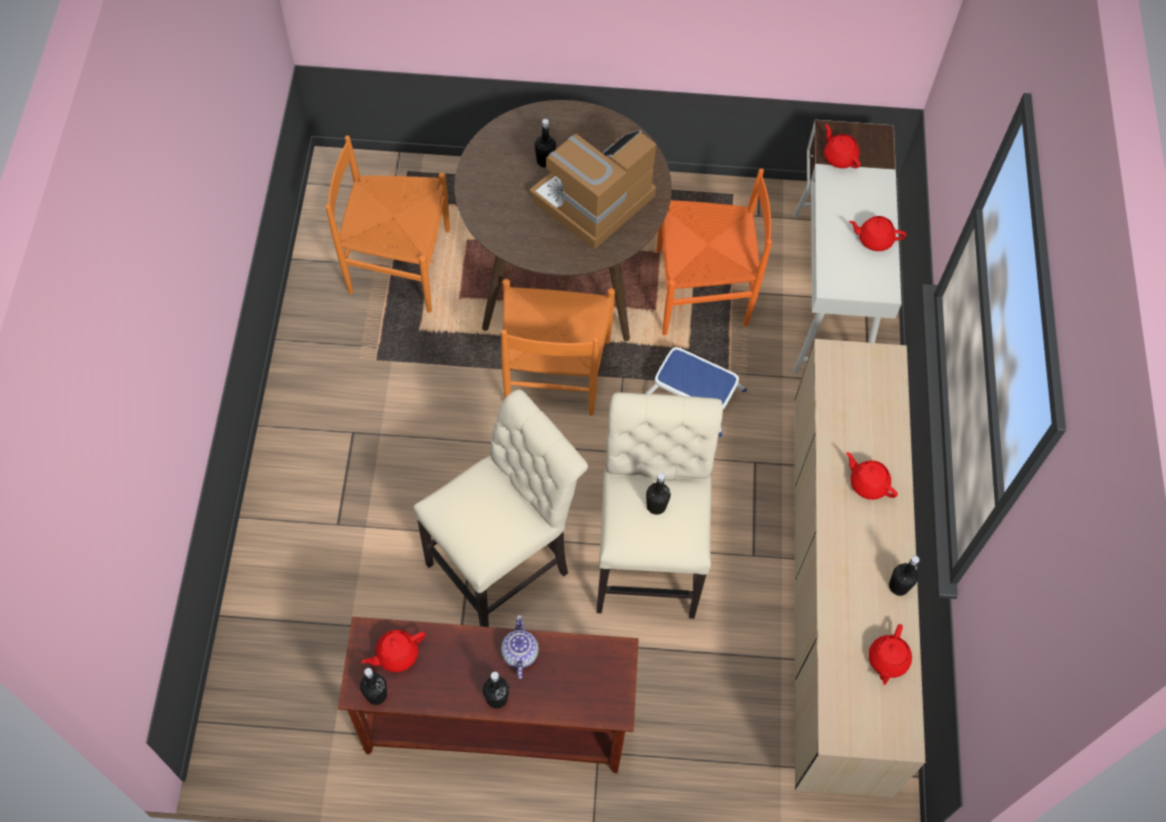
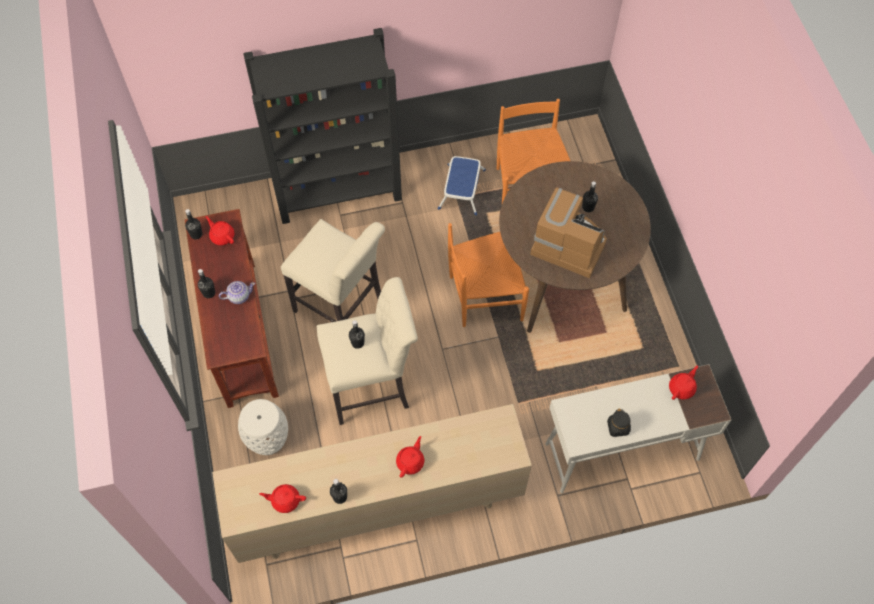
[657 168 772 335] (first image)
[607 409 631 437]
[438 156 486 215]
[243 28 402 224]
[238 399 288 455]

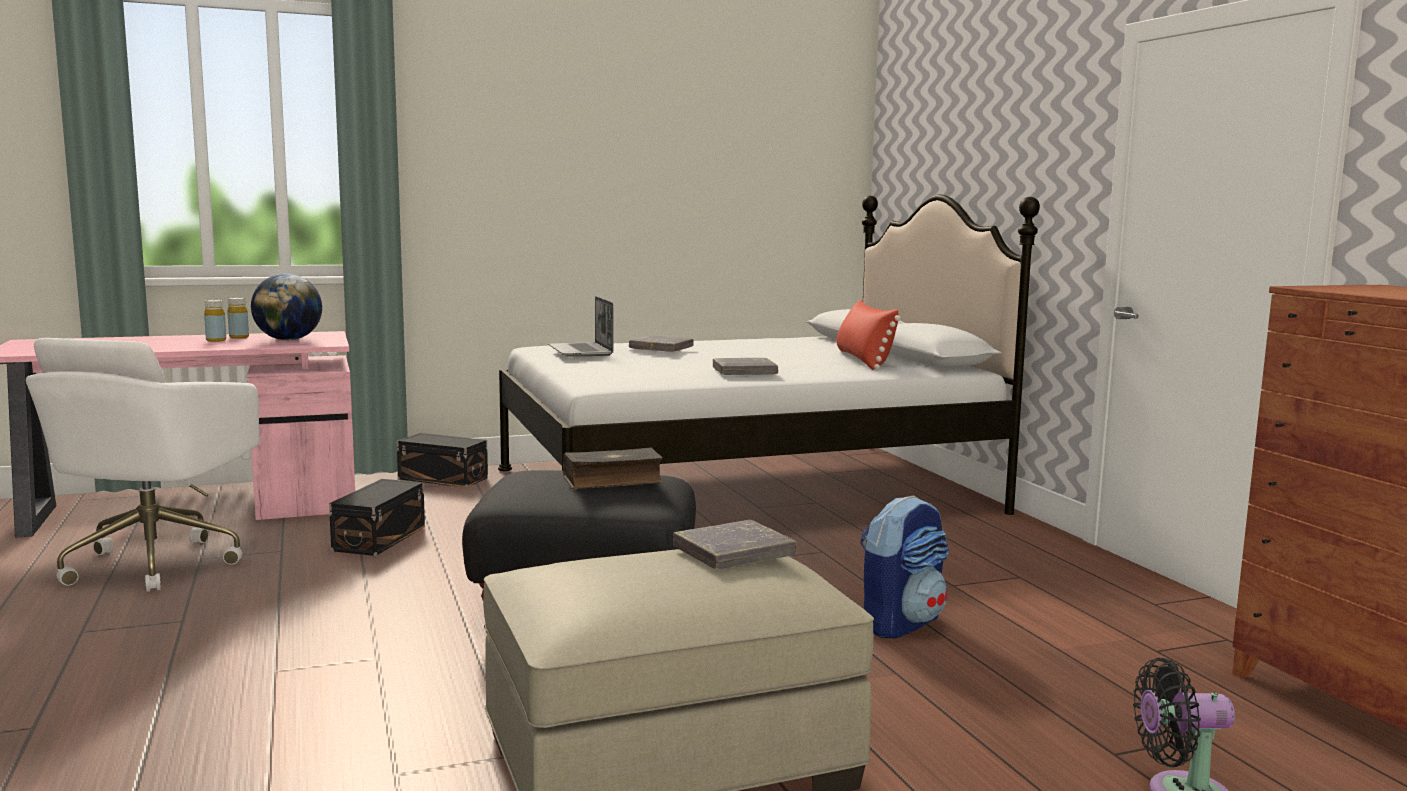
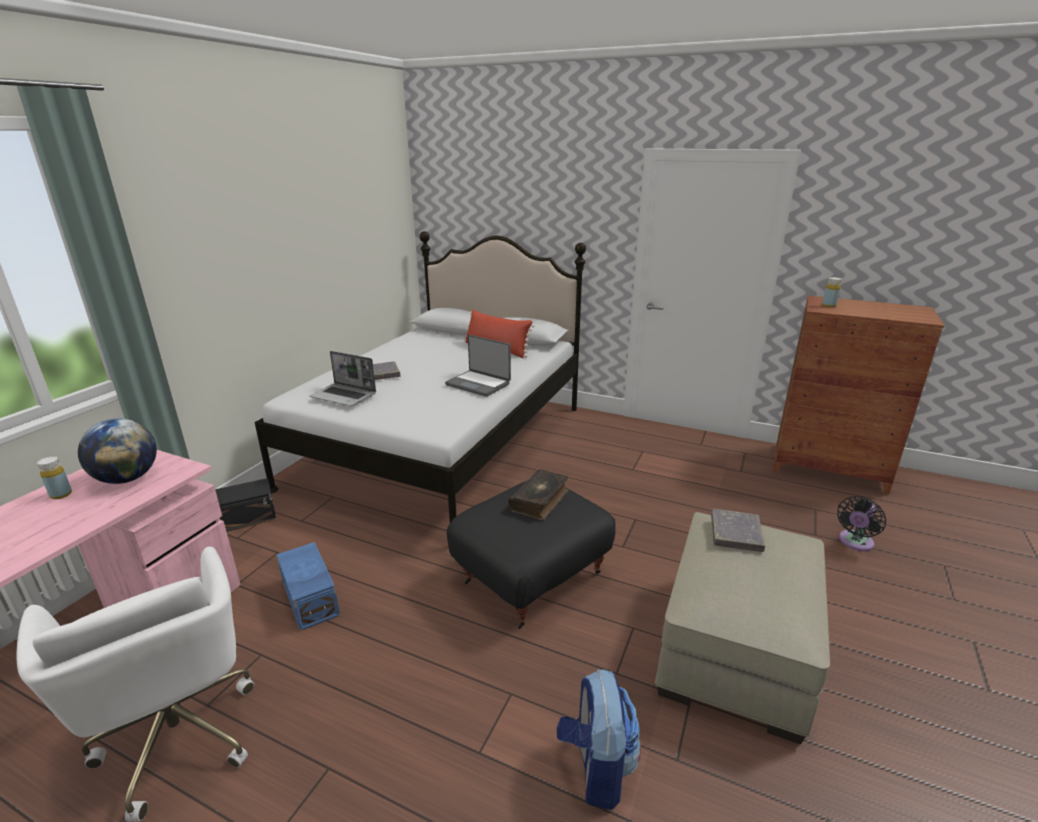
[822 277 842 307]
[445 335 511 397]
[277 542 340 631]
[557 669 641 810]

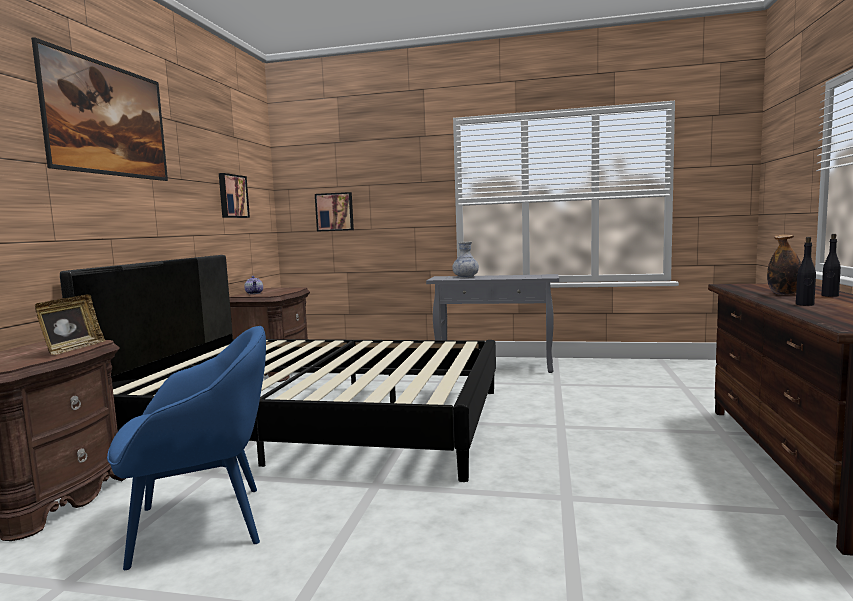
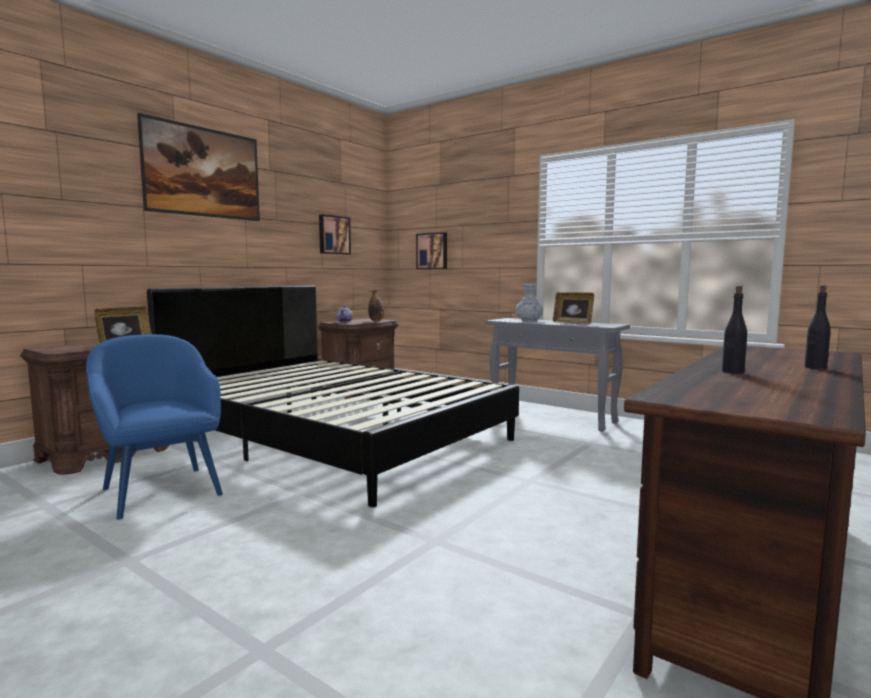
[368 290 384 321]
[86 334 223 520]
[553 292 594 325]

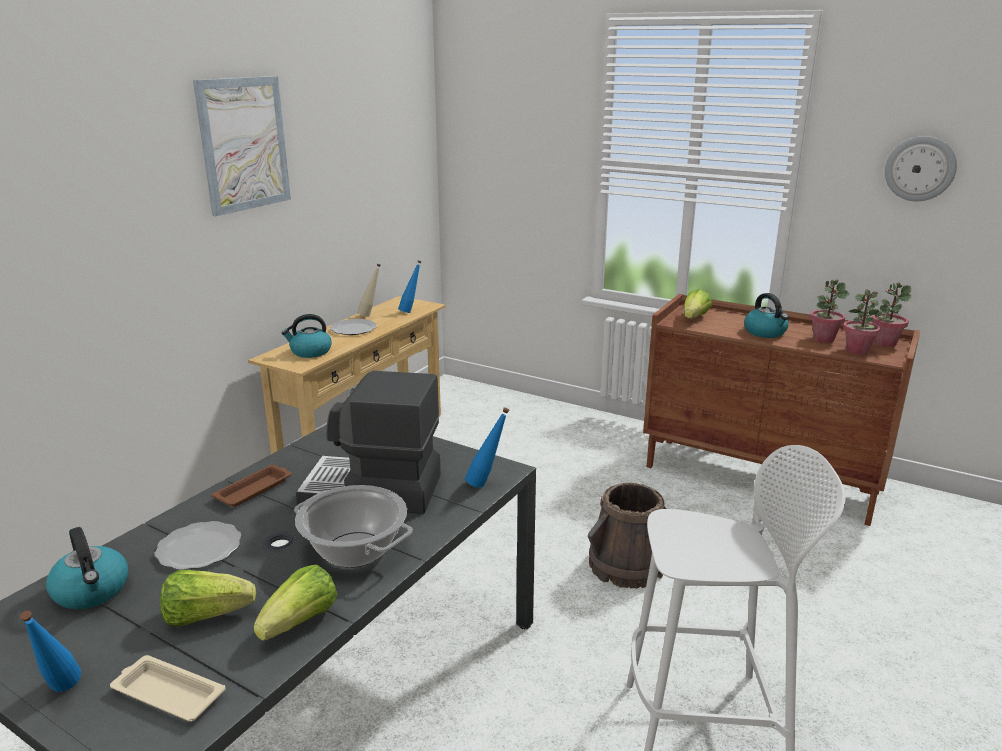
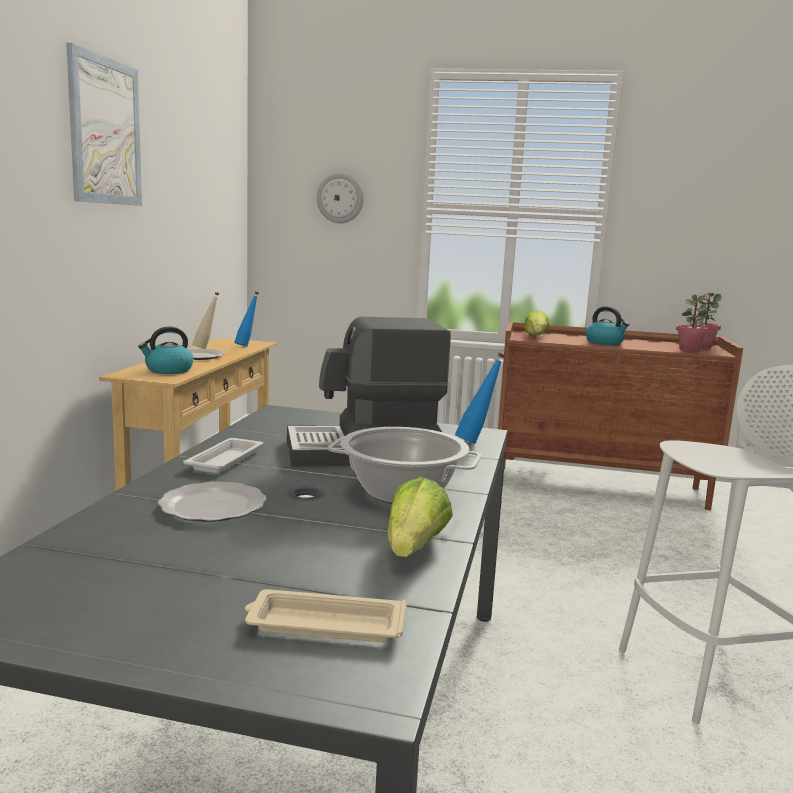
[317 173 364 223]
[810 279 849 343] (first image)
[183 438 263 473]
[588 482 666 589] (first image)
[46 527 128 609] (first image)
[160 570 256 626] (first image)
[20 611 81 692] (first image)

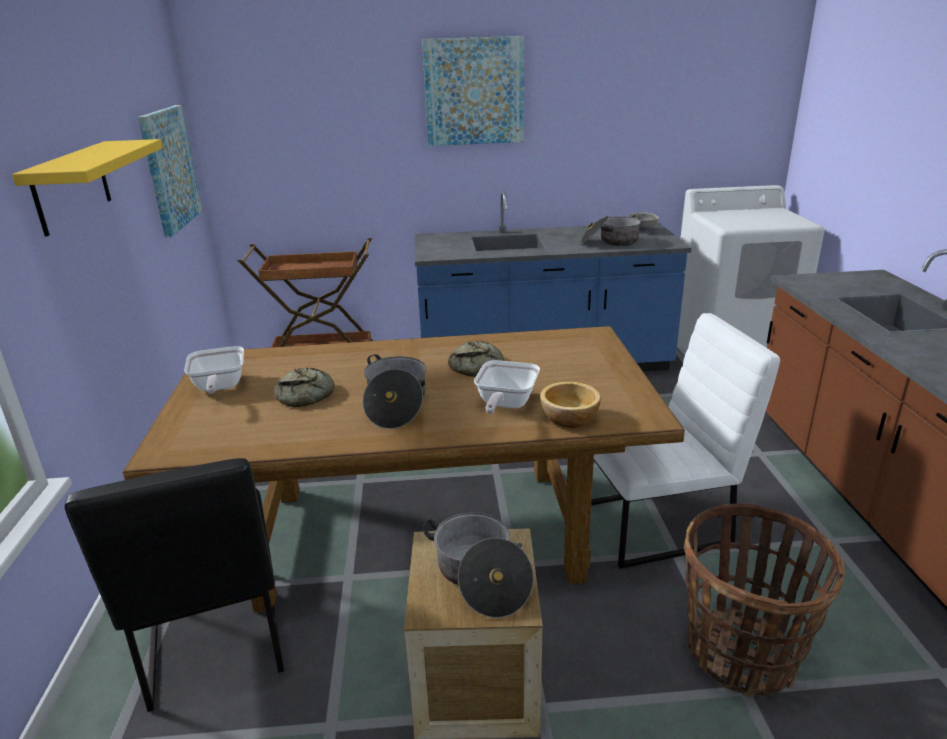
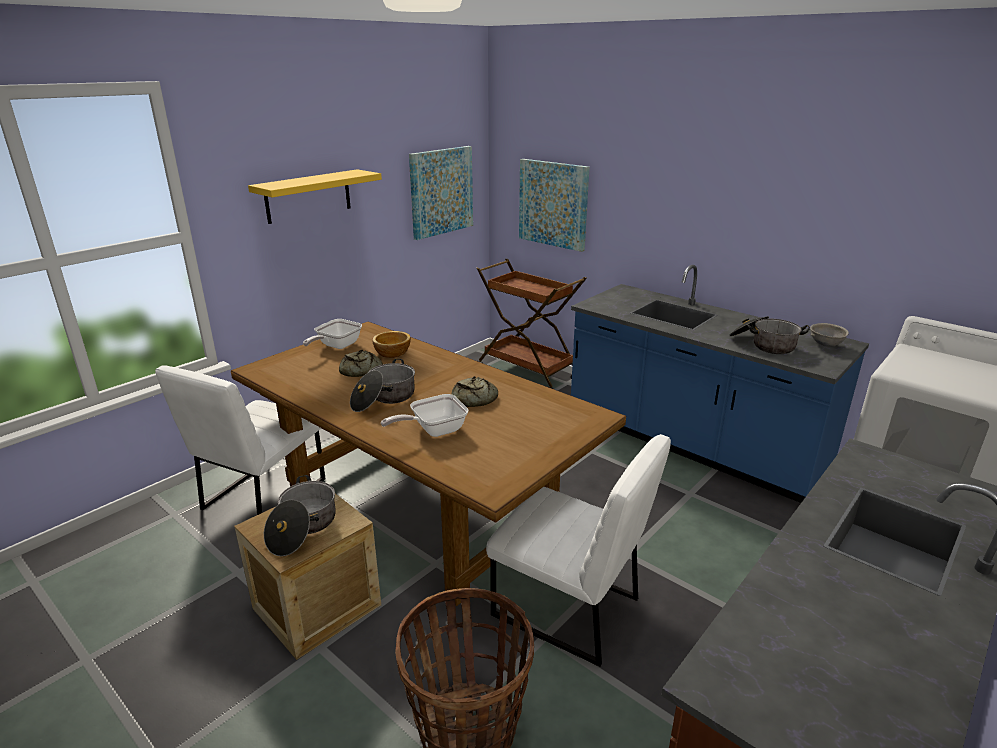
[519 159 590 252]
[372 331 411 358]
[155 365 326 515]

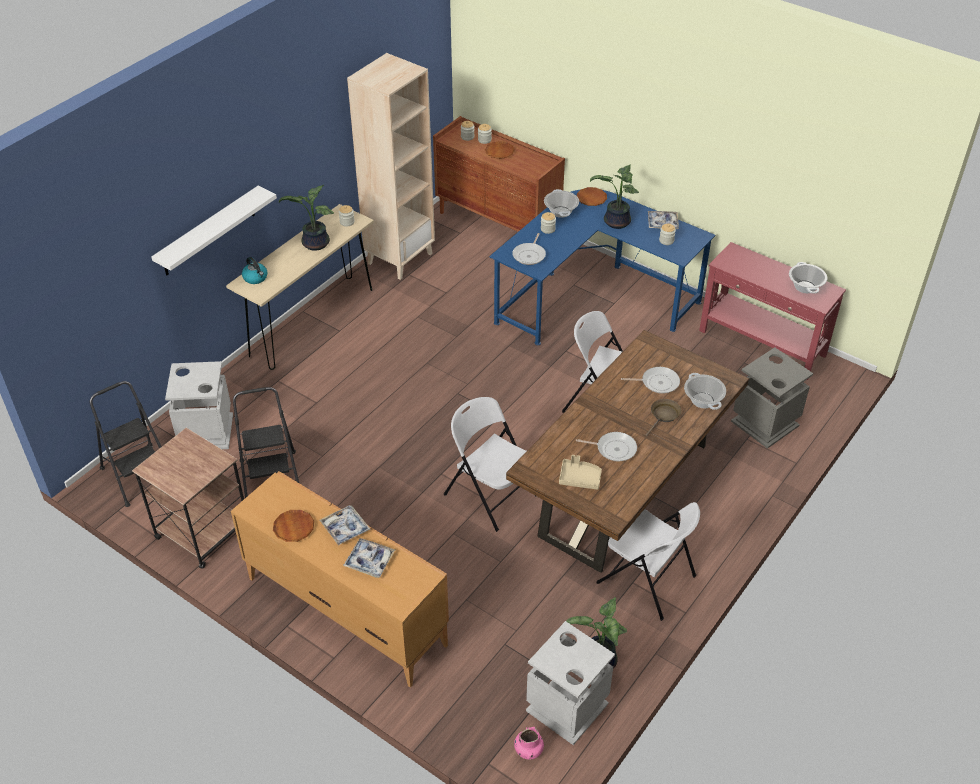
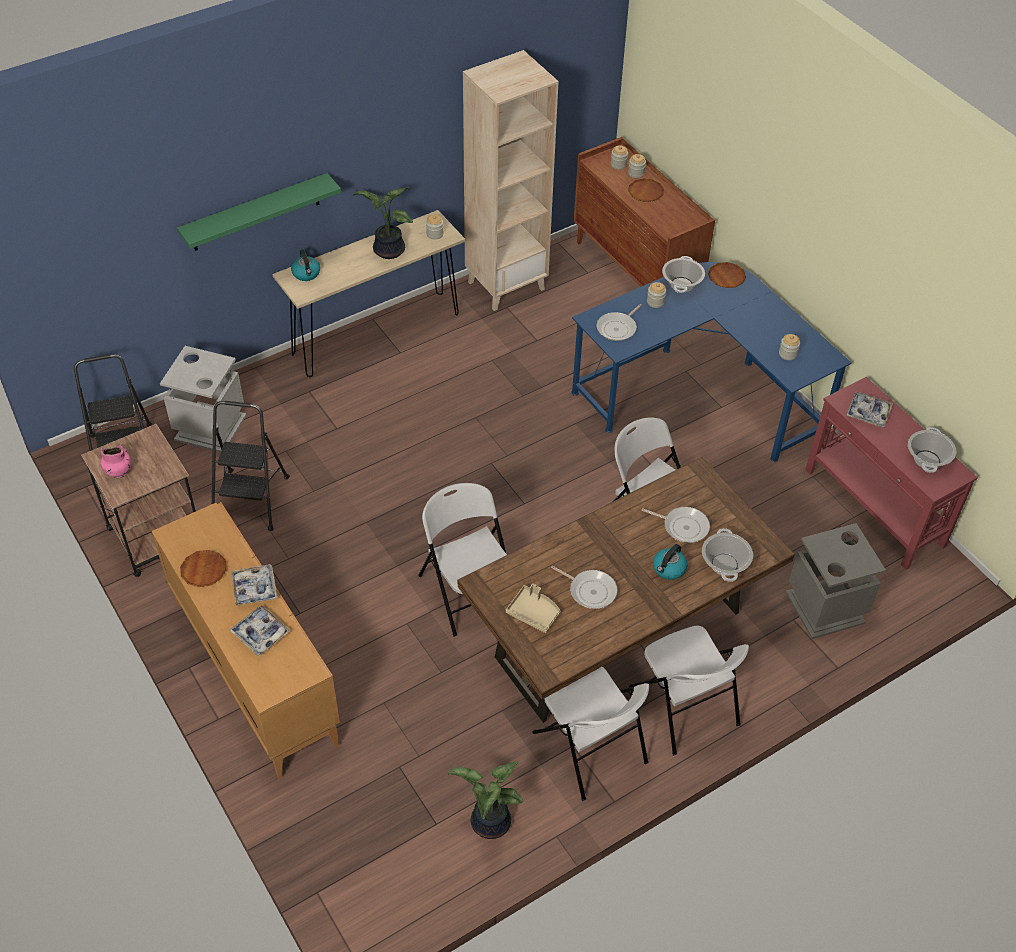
[590 165 639 229] (first image)
[177 173 341 251]
[846 391 893 427]
[653 544 687 580]
[526 621 615 745] (first image)
[100 445 131 478]
[629 626 749 756]

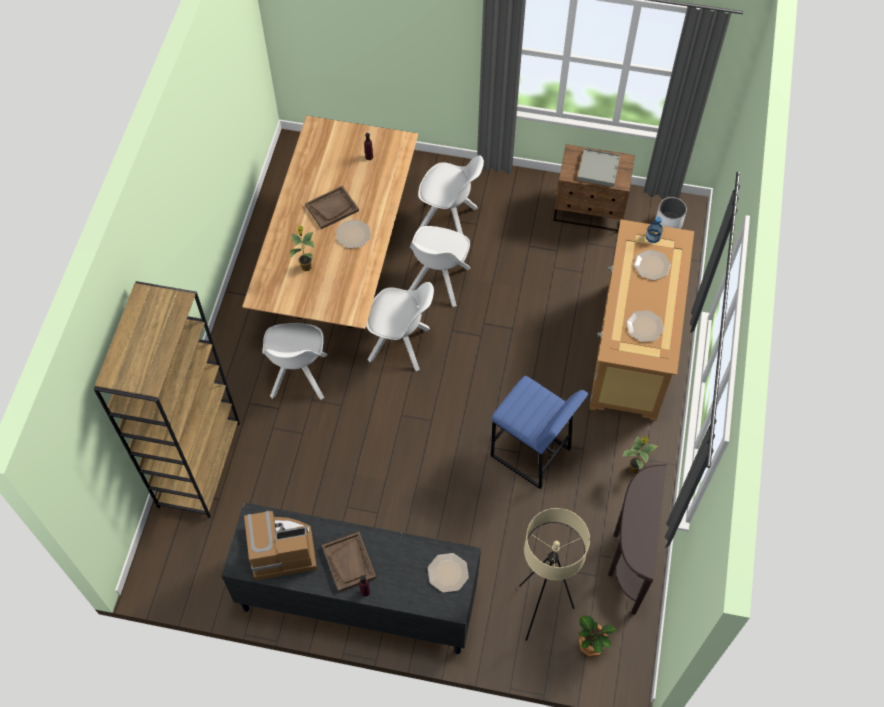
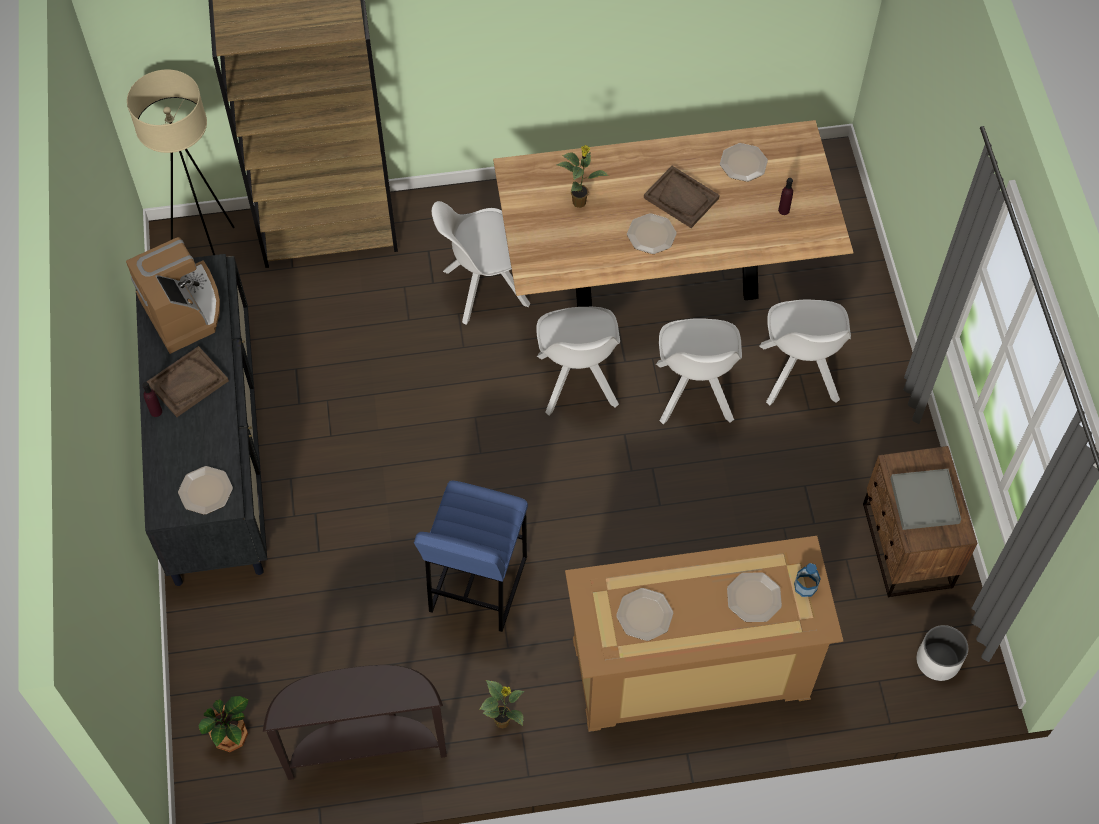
[656 318 742 424]
[127 70 235 255]
[720 143 768 182]

